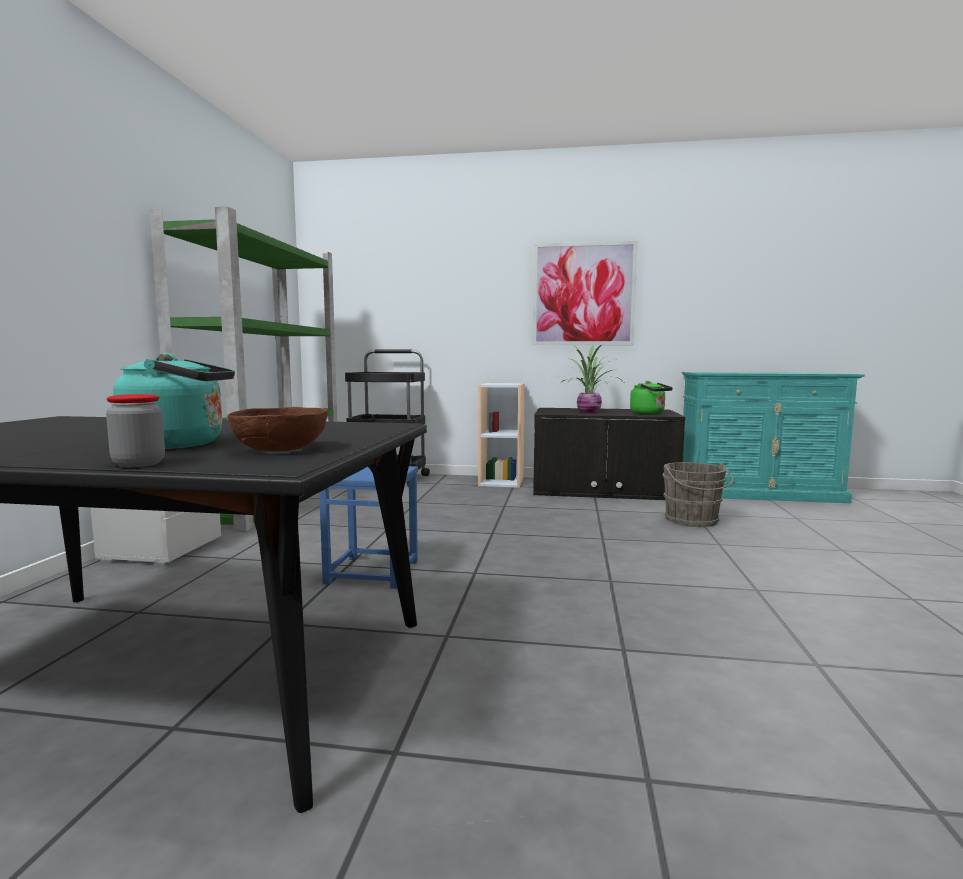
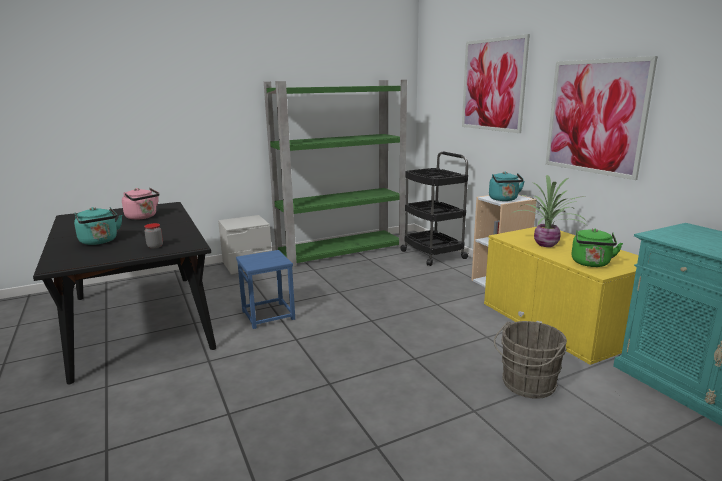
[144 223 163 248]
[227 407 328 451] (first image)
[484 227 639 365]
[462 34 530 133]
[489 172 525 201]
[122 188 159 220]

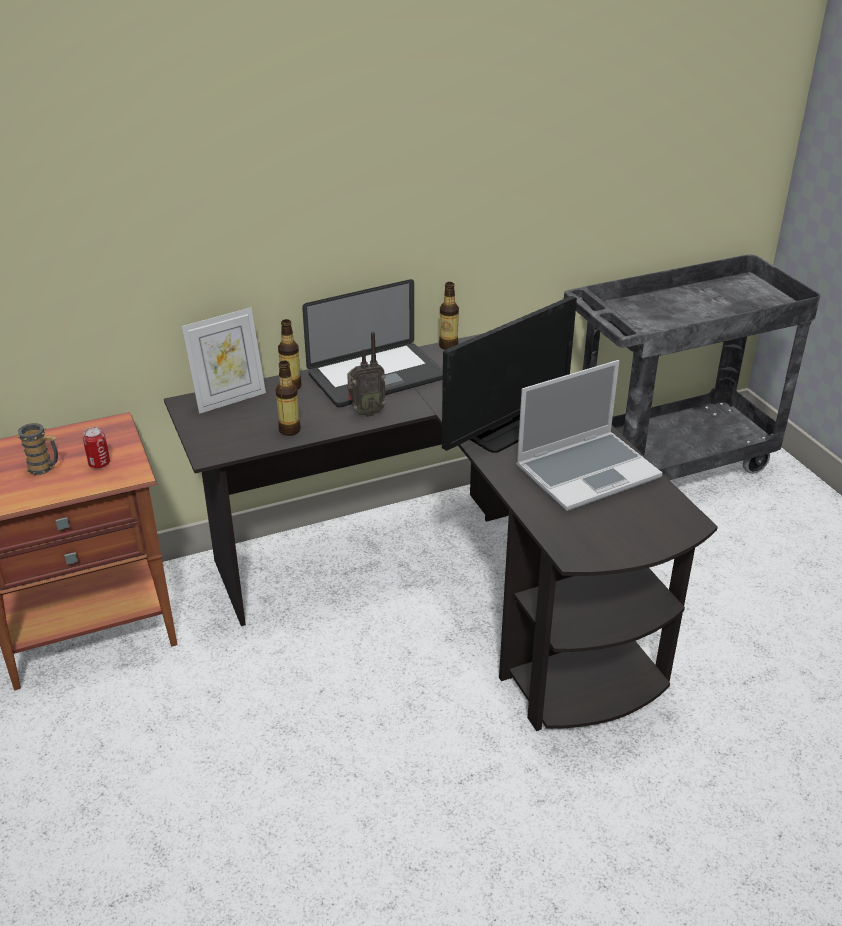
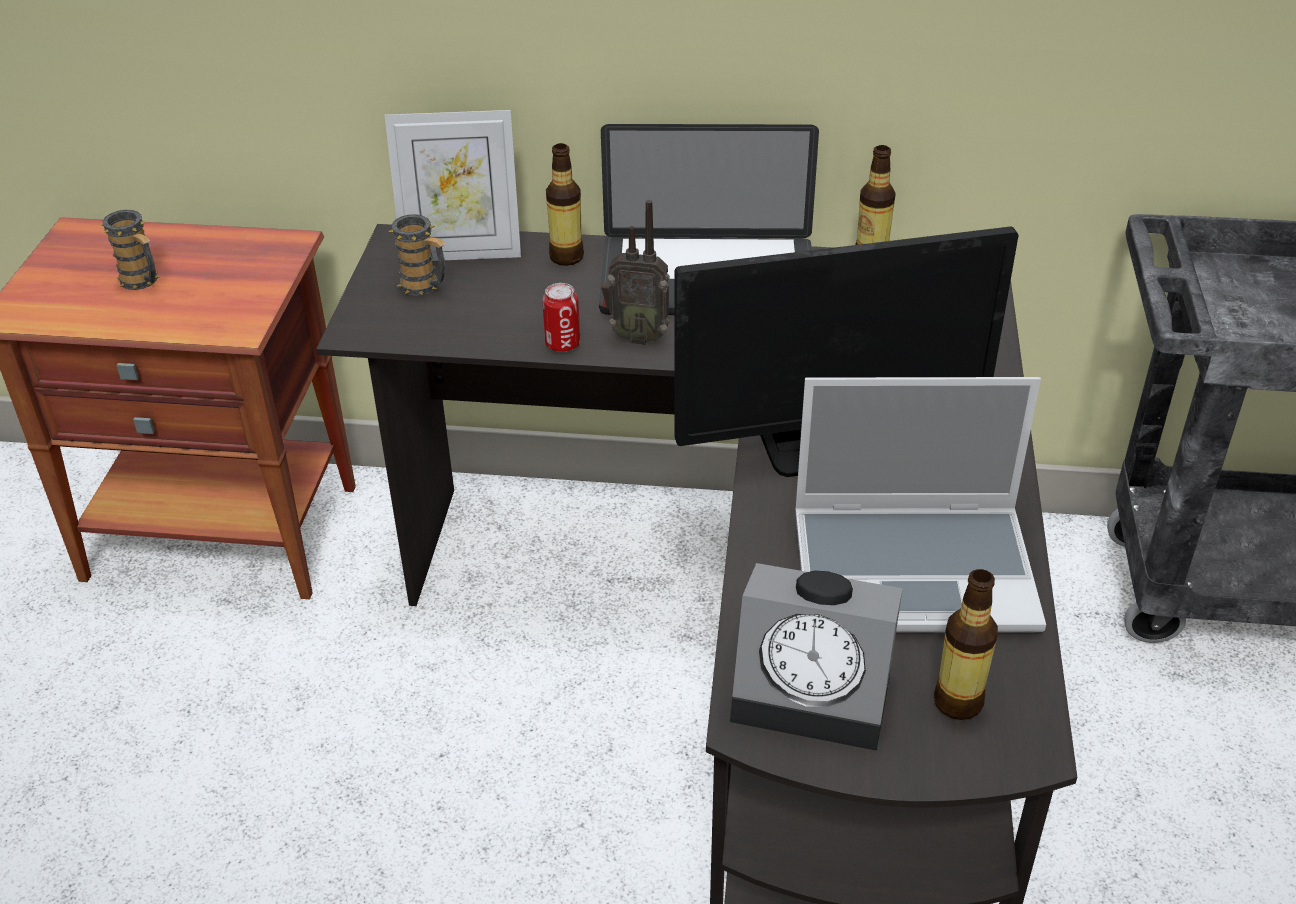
[933 569 998 720]
[542 283 580 352]
[388 214 446 296]
[730 563 903 751]

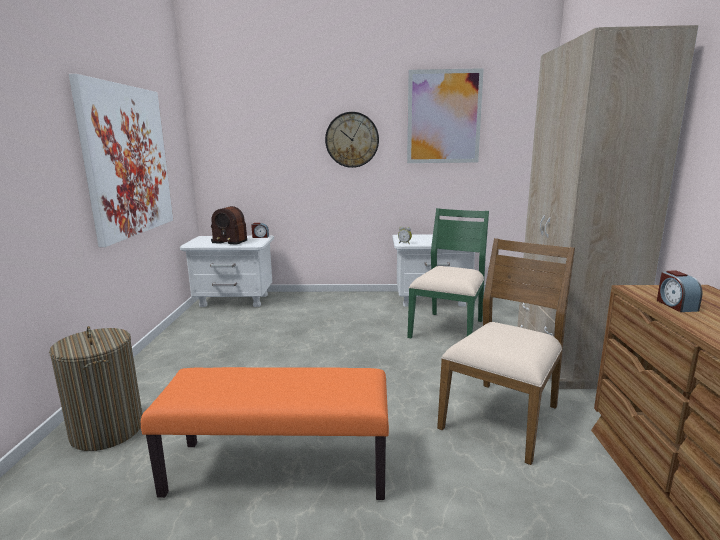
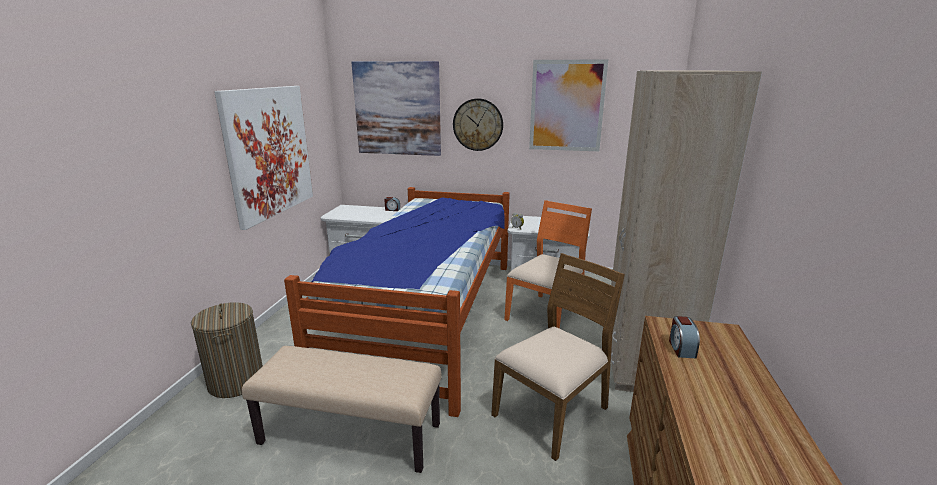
[211 206 247 245] (first image)
[504 200 592 329]
[242 346 441 473]
[351 61 441 156]
[284 187 510 417]

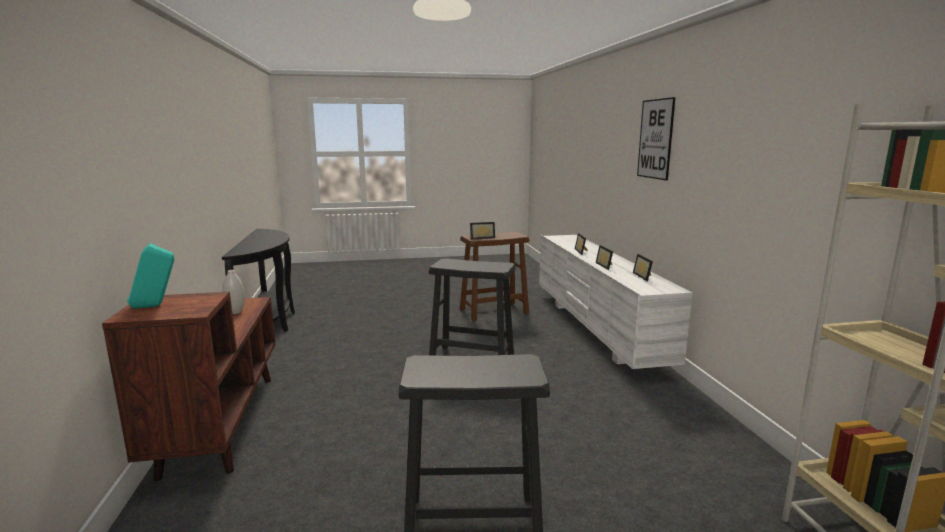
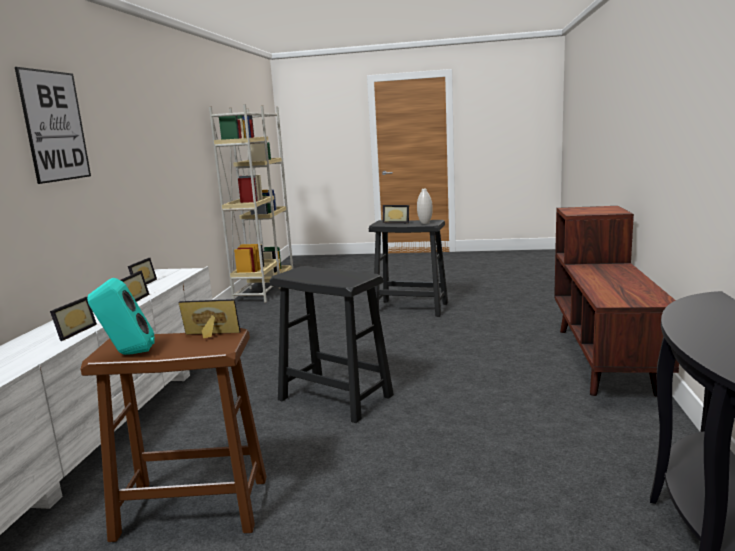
[87 278 155 355]
[417 189 433 224]
[383 205 409 223]

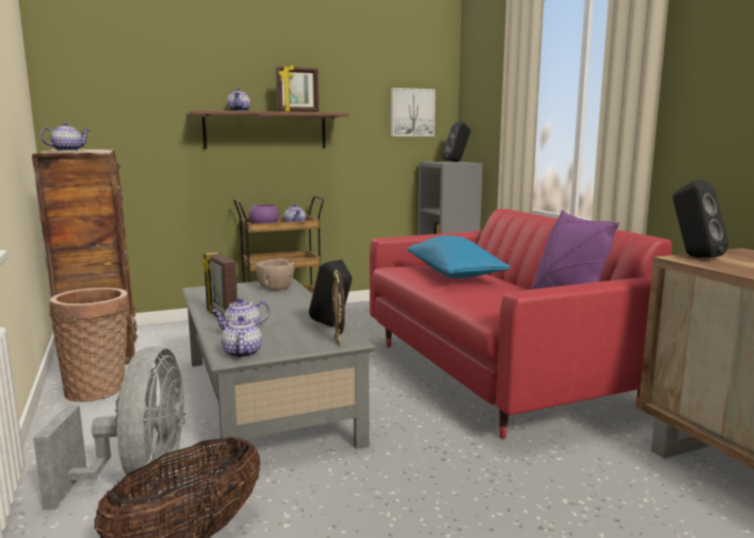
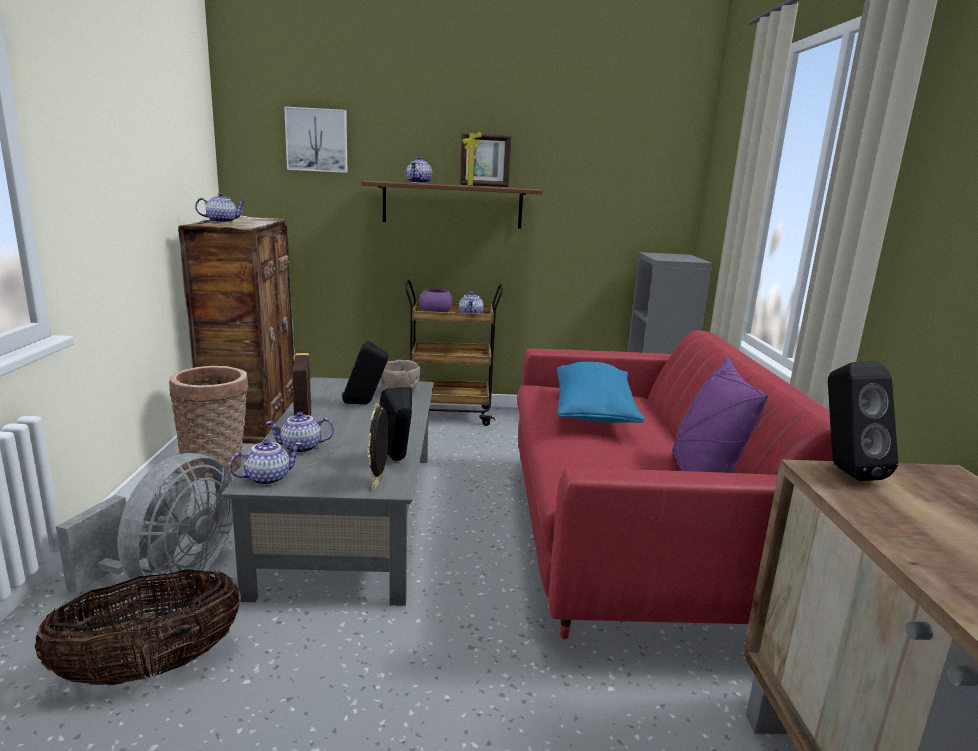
[284 107 347 173]
[342 340 388 404]
[229 439 302 485]

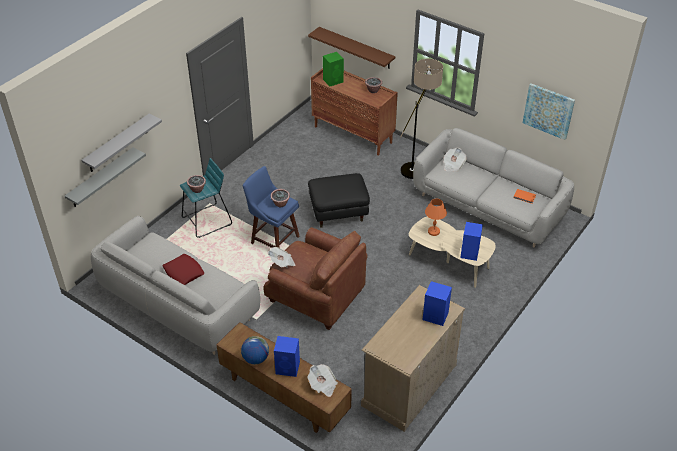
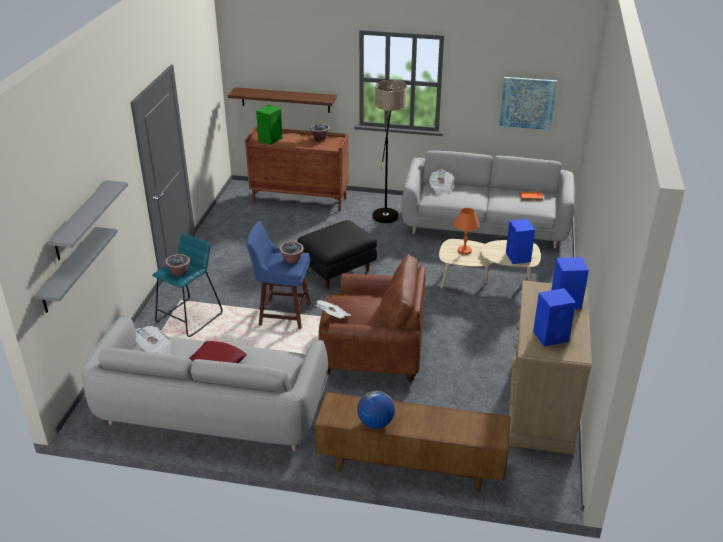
[533 288 576 347]
[136 326 172 355]

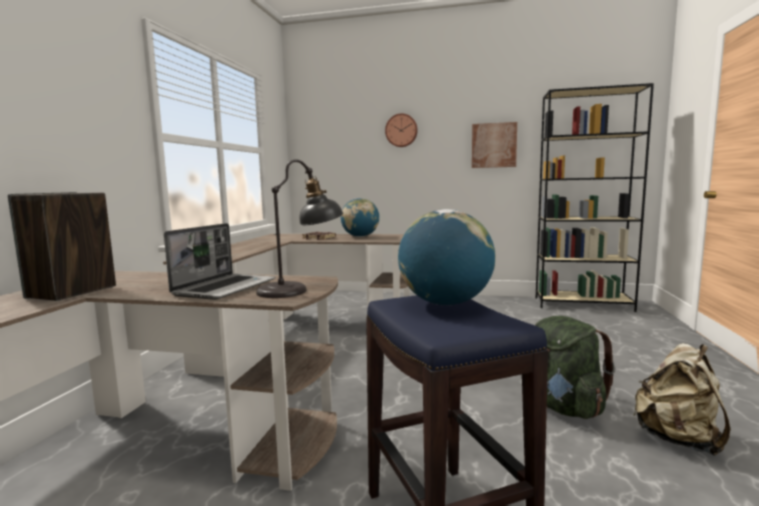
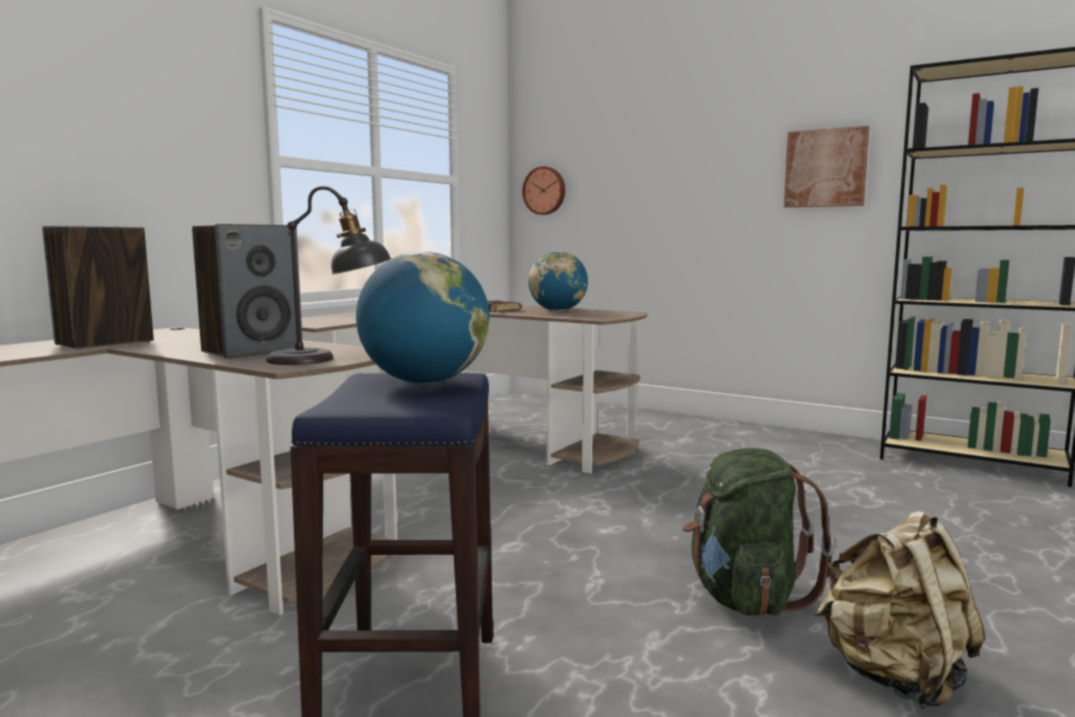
[522 166 565 215]
[192 224 303 359]

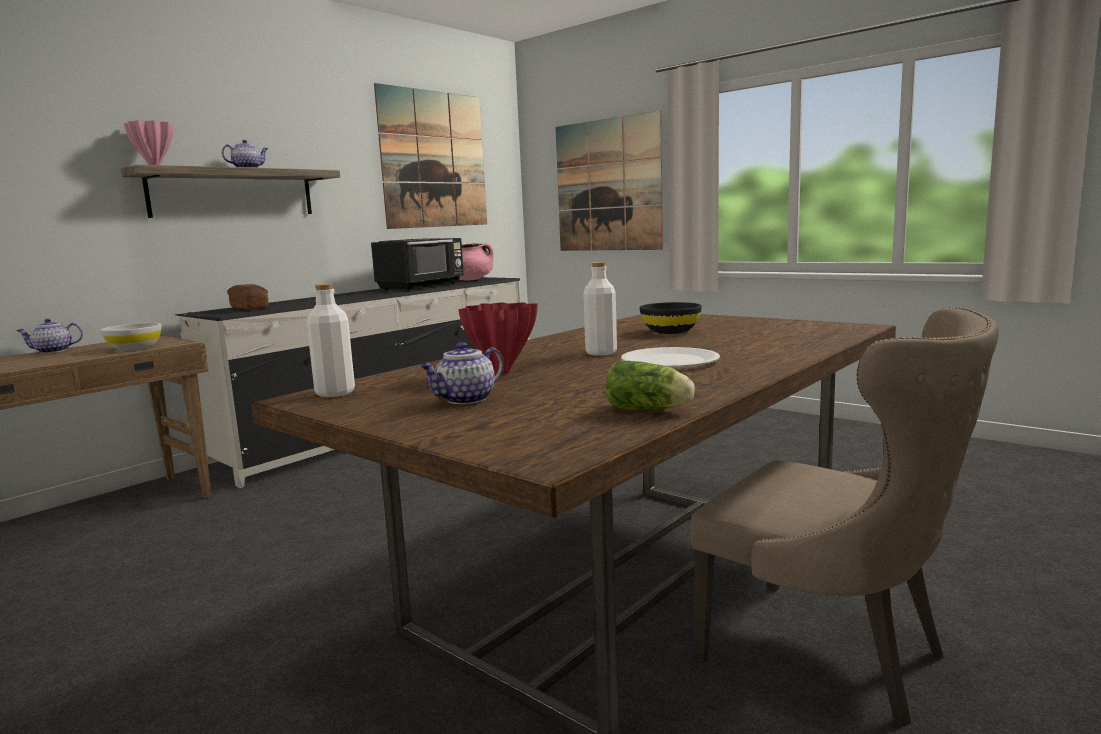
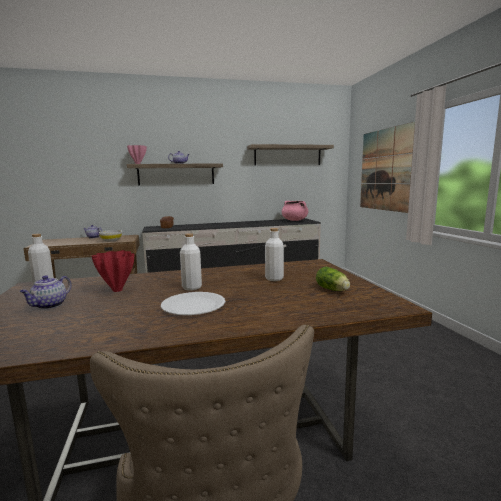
[247 144 334 165]
[371 238 464 291] (first image)
[265 228 284 281]
[19 275 72 309]
[316 267 350 291]

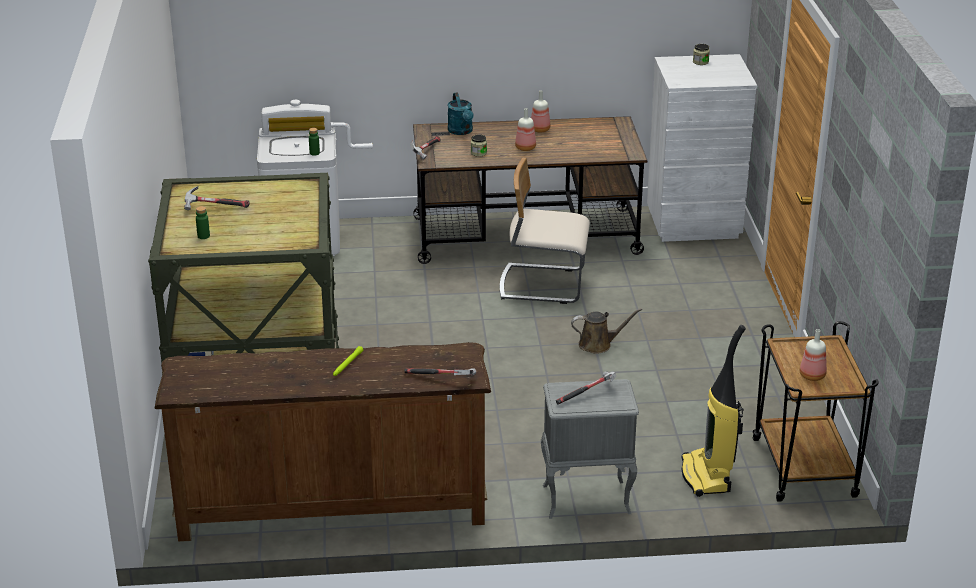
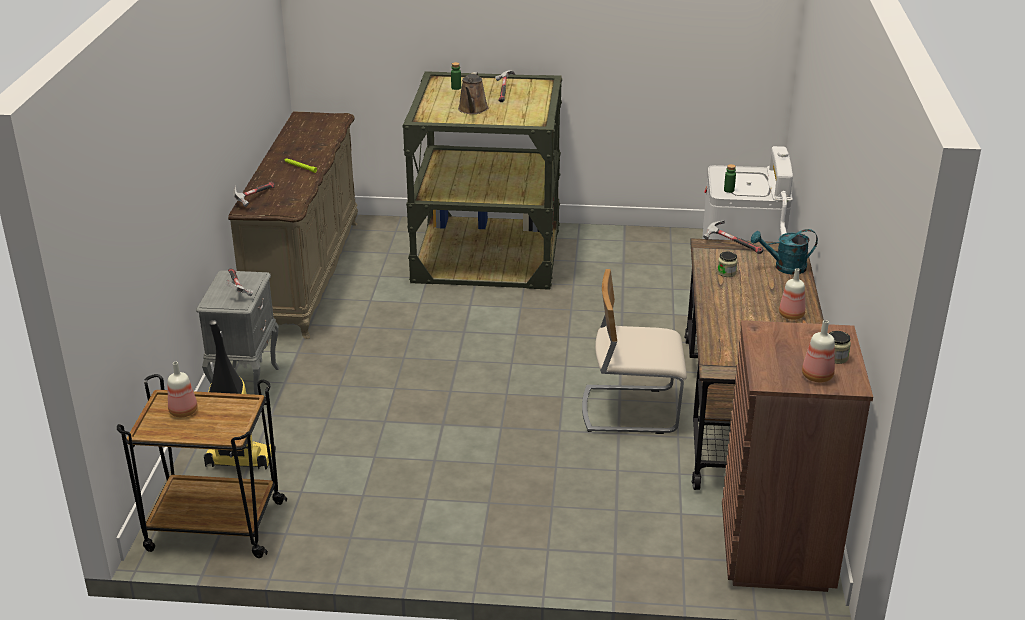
[722 320 873 592]
[802 320 835 382]
[582 269 687 434]
[458 72 489 114]

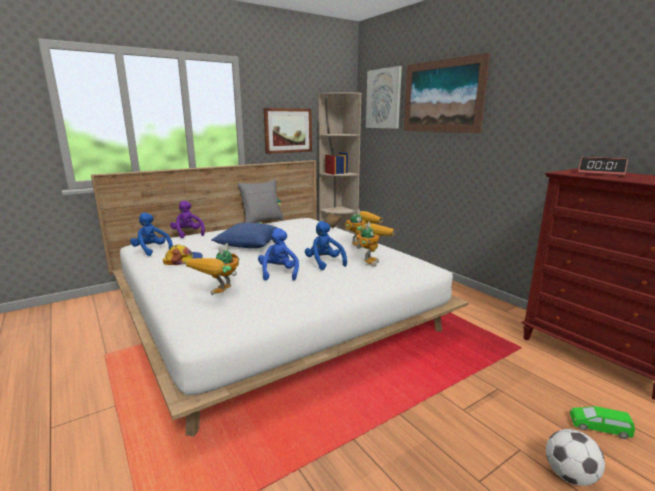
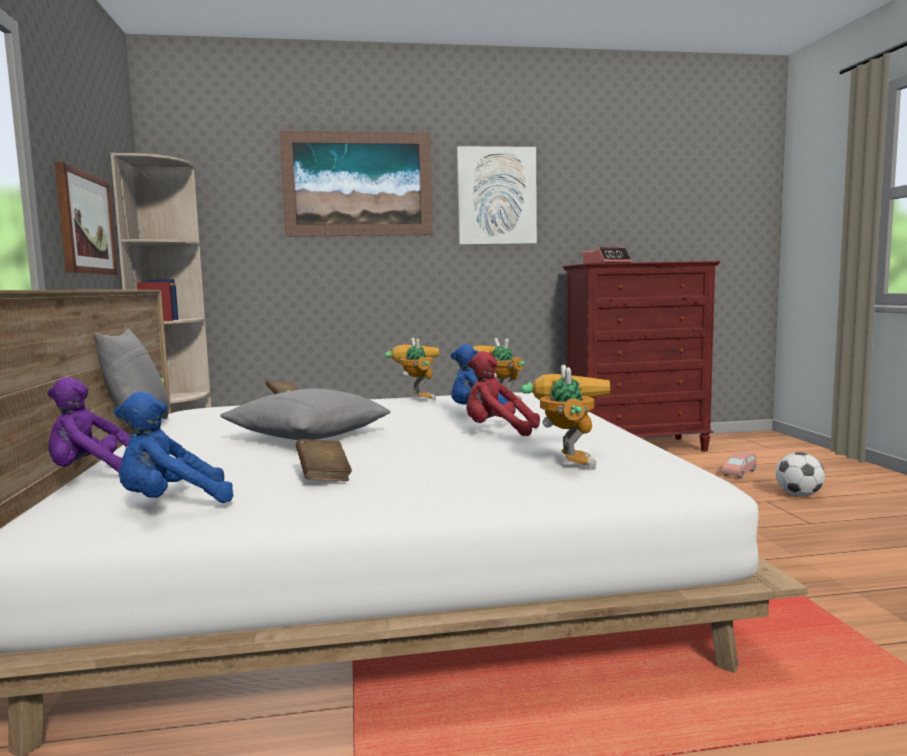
[457 146 537 245]
[221 389 390 440]
[466 351 540 436]
[521 365 610 469]
[296 439 352 481]
[721 451 756 478]

